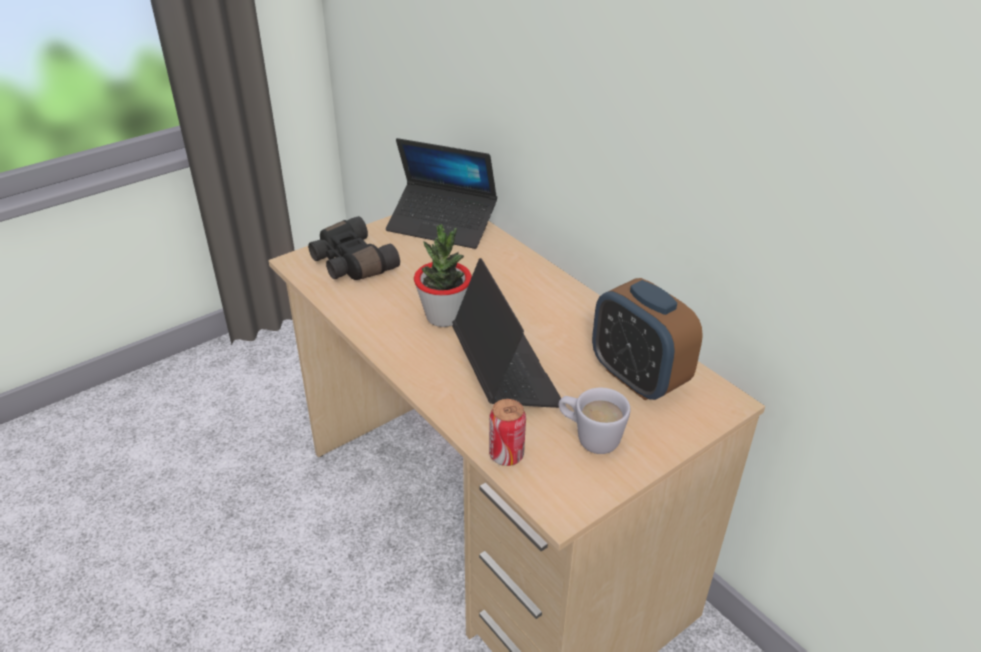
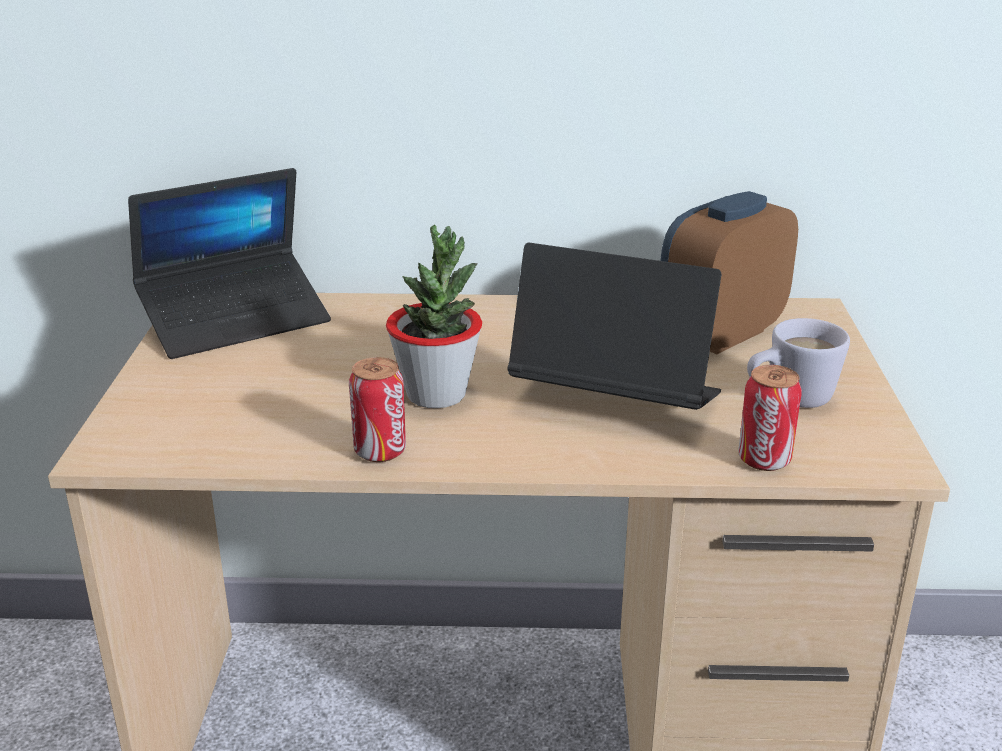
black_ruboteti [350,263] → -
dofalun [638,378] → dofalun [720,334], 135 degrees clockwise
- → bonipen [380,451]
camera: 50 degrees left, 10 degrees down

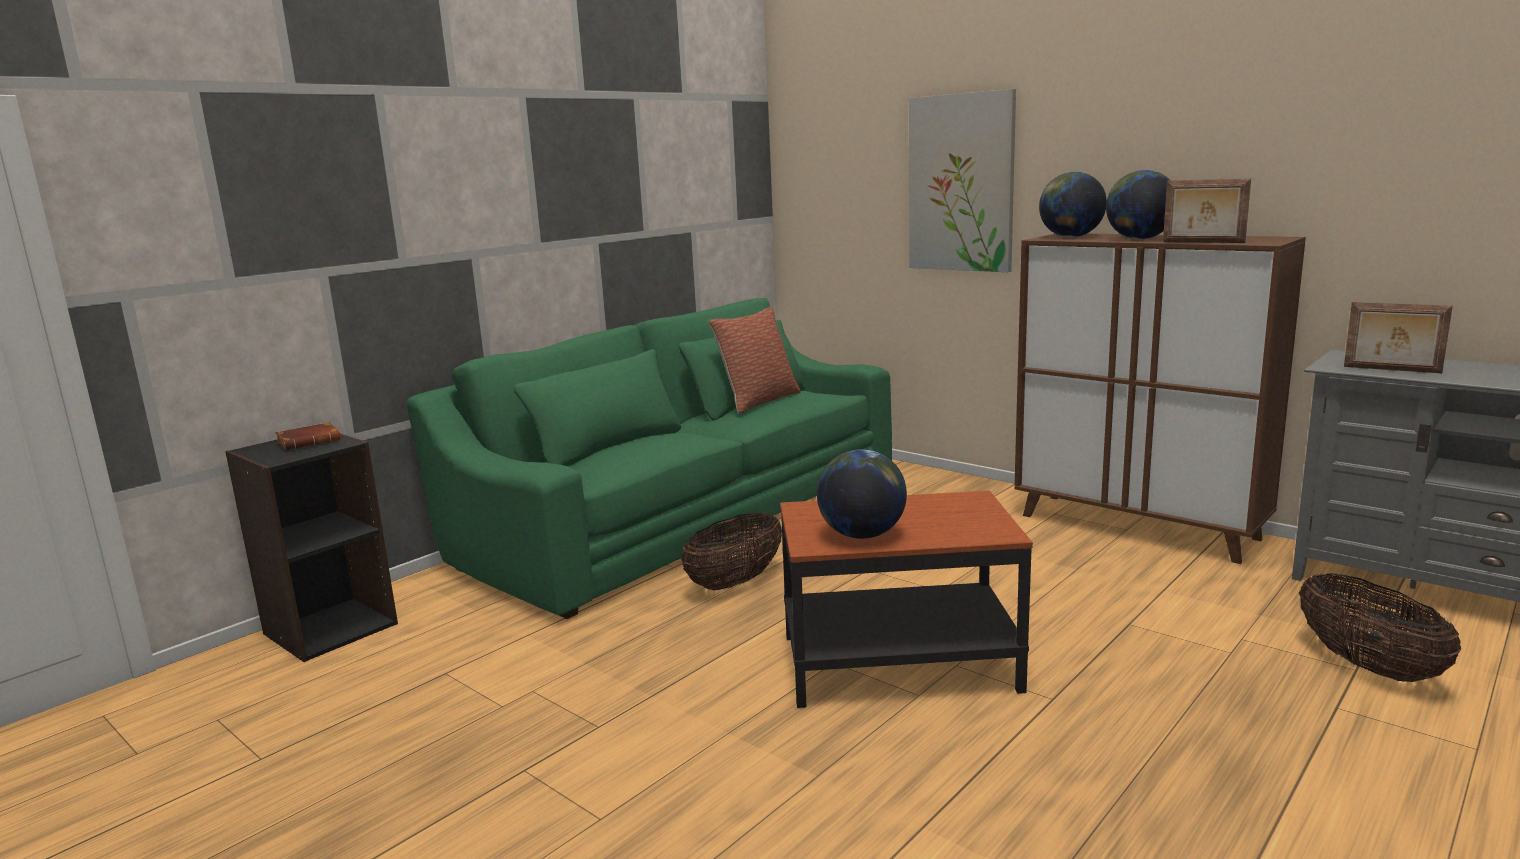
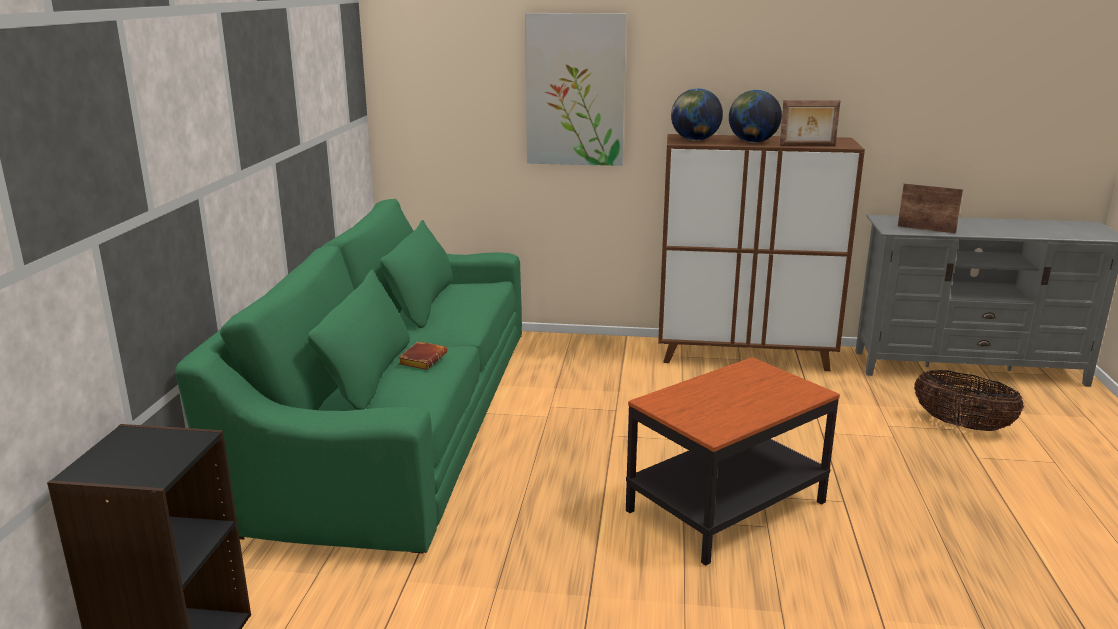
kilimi [1391,370] → kilimi [926,229], 150 degrees counterclockwise
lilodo [758,401] → -
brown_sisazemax [310,441] → brown_sisazemax [422,359], shifted
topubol [861,535] → -
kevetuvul [735,582] → -
camera: 35 degrees left, 5 degrees up

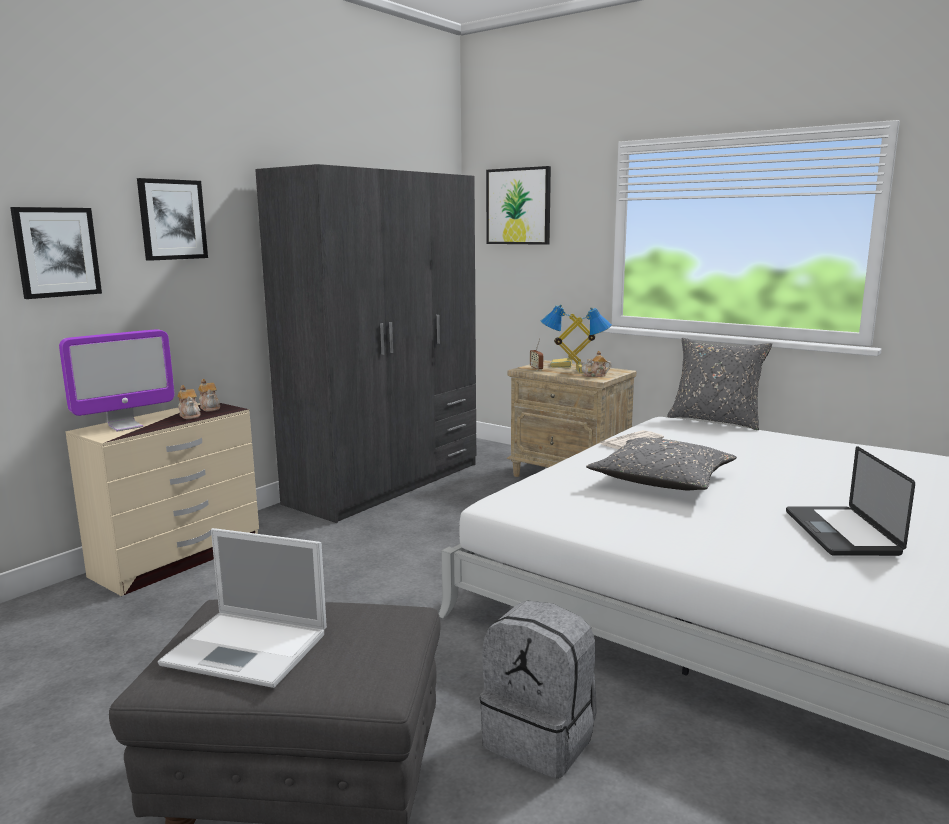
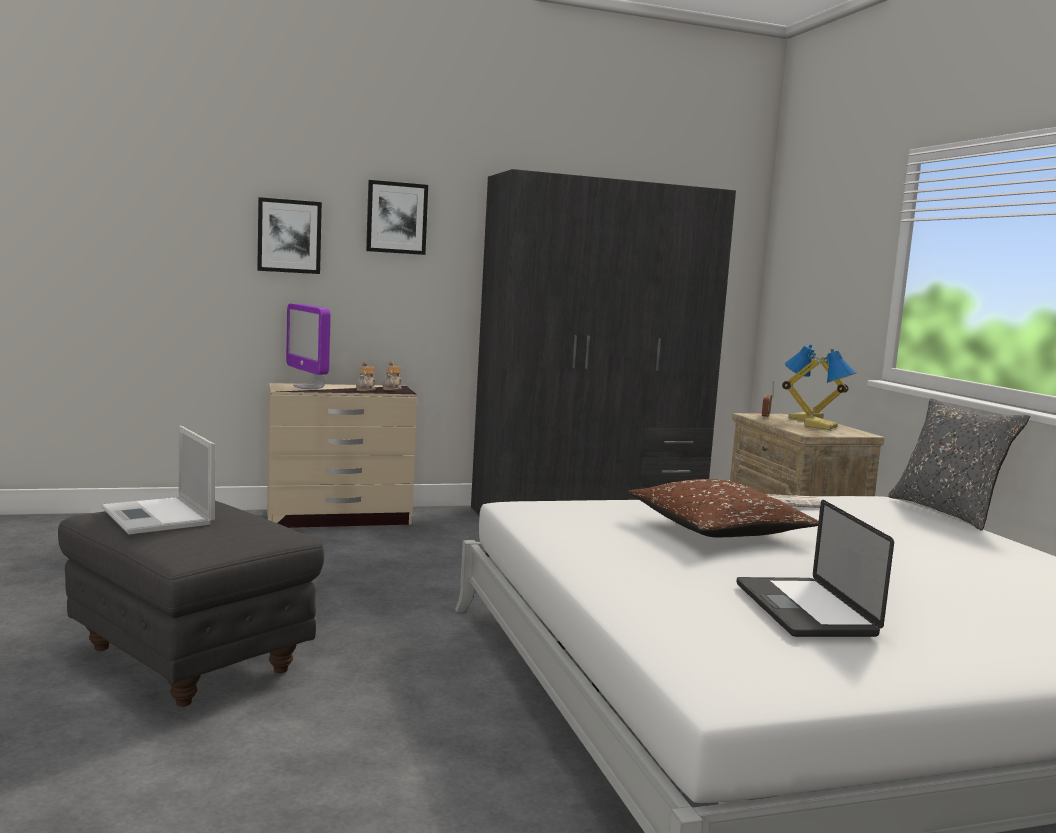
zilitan [518,206] → -
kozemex [125,426] → kozemex [308,387], 60 degrees clockwise
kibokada [595,375] → -
grey_lilodo [662,481] → brown_lilodo [718,530]
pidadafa [841,532] → pidadafa [804,609], 45 degrees counterclockwise
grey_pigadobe [541,738] → -
camera: 35 degrees right, 5 degrees down

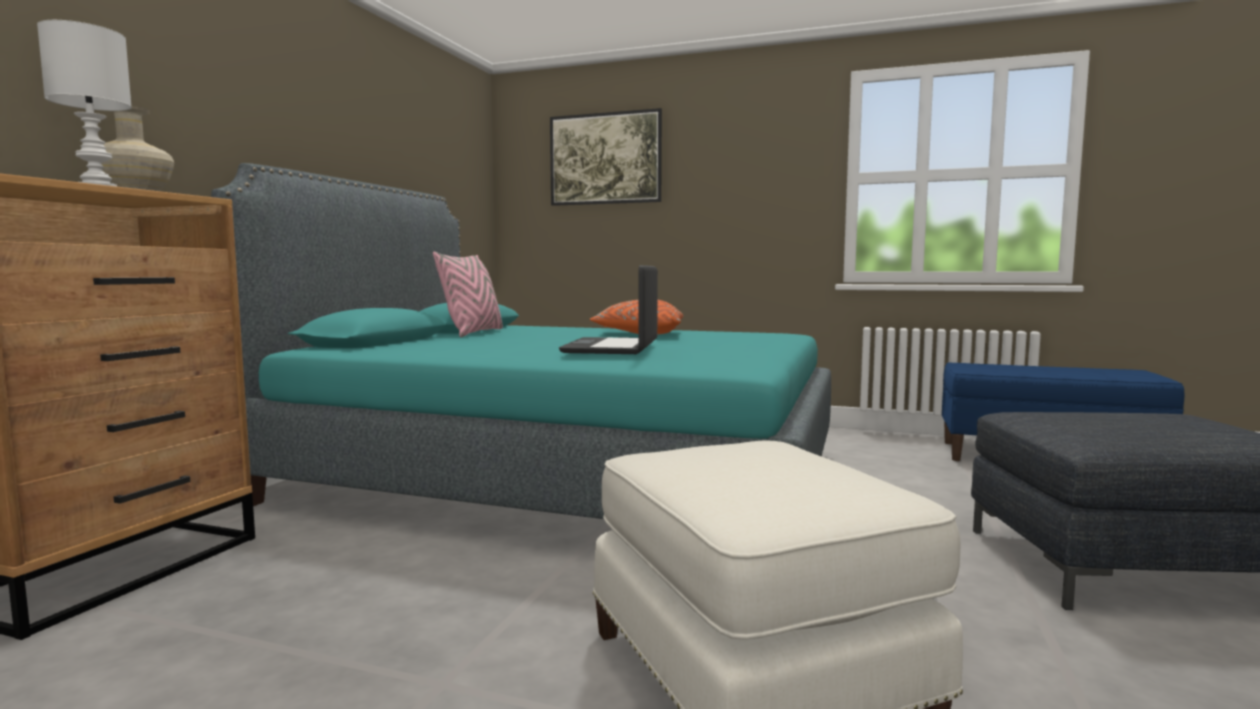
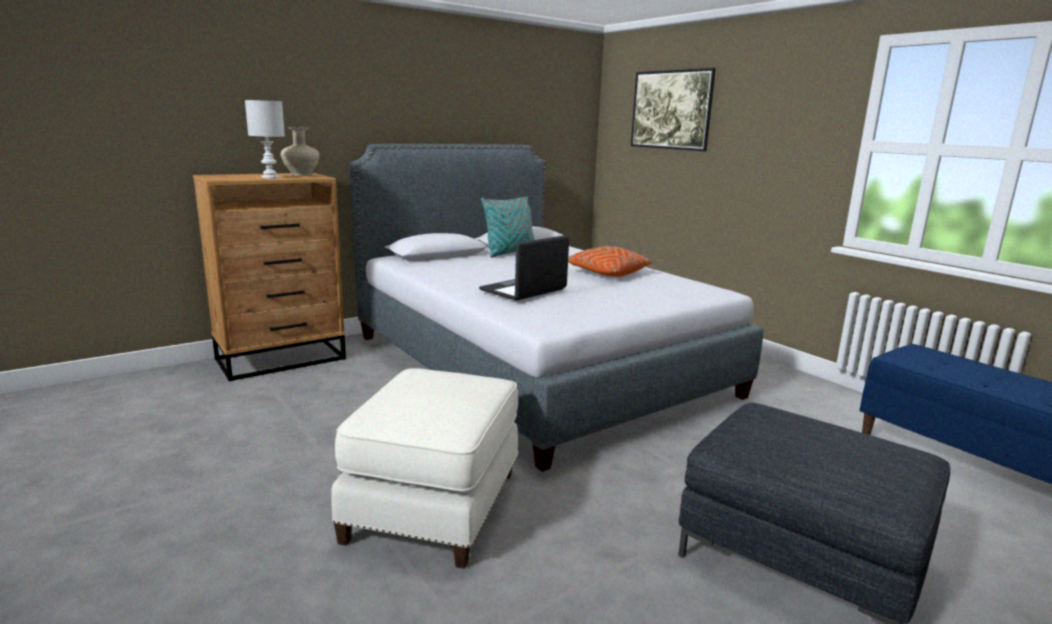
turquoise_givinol [563,477] → grey_givinol [535,364]
pink_lilodo [472,333] → turquoise_lilodo [510,253]
camera: 35 degrees right, 10 degrees up

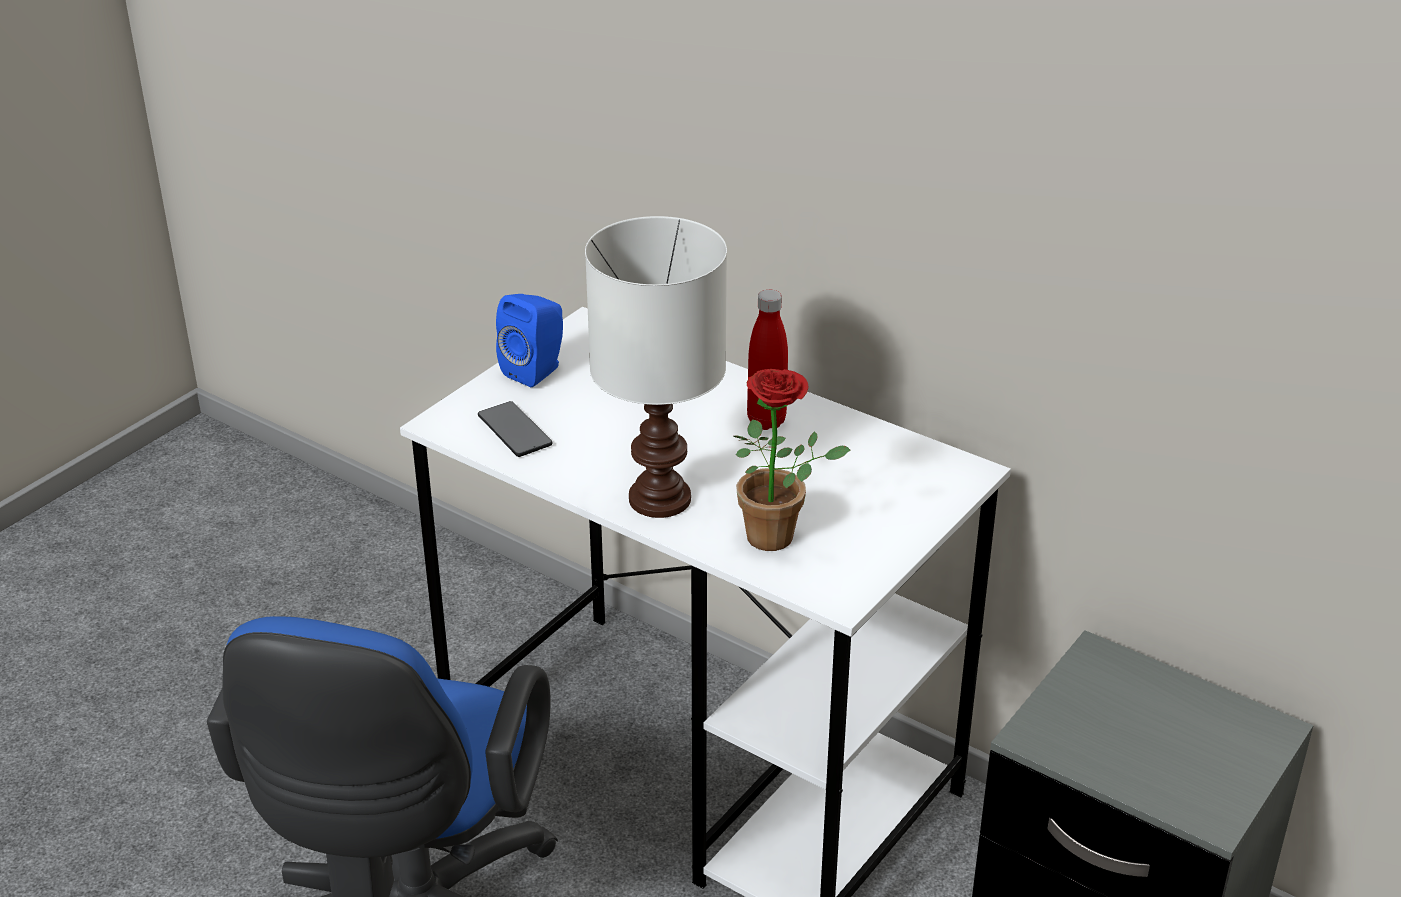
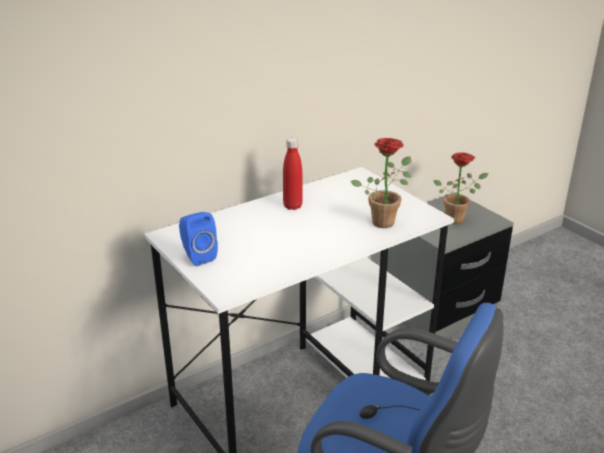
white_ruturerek [661,500] → -
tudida [514,431] → -
- → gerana [457,218]
camera: 70 degrees left, 5 degrees down

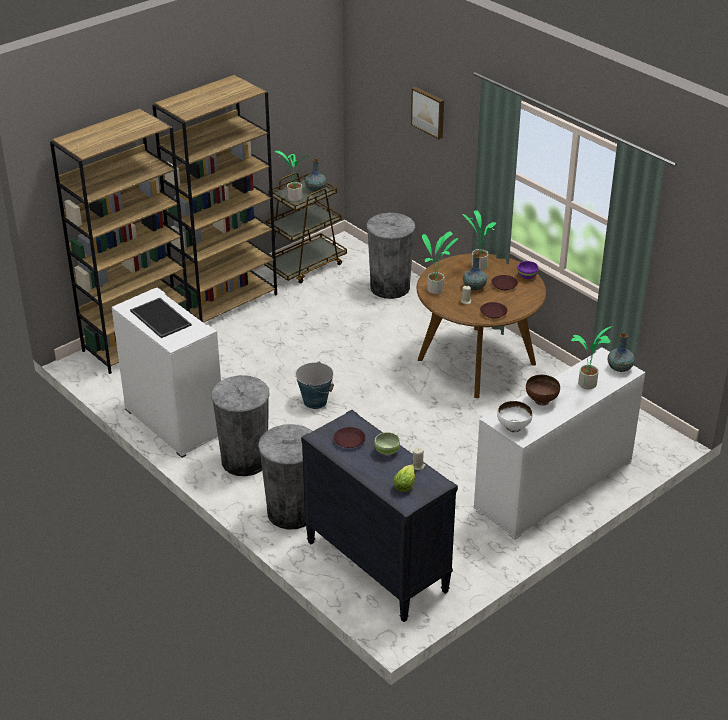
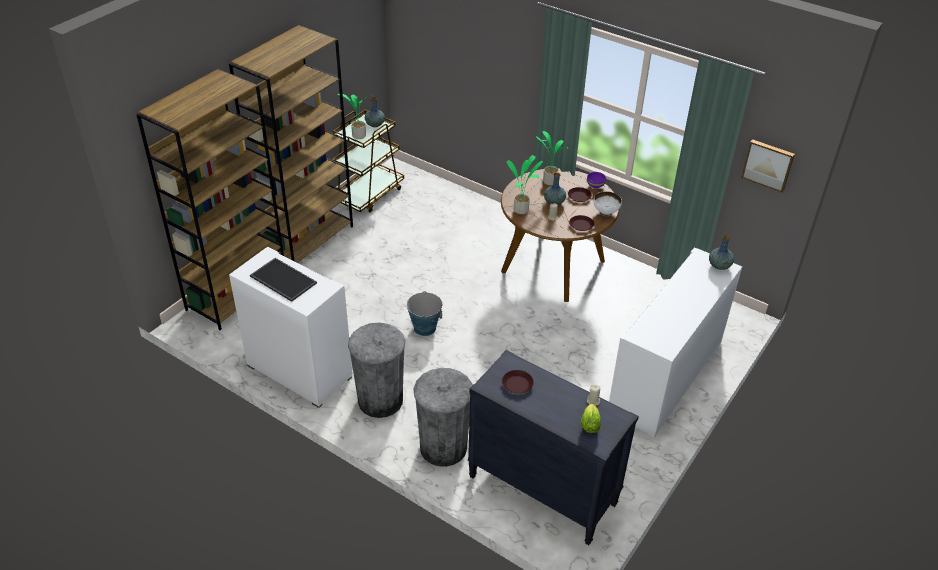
zilitan [429,112] → zilitan [768,164], shifted
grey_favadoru [390,287] → -
gerana [587,385] → -
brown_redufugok [541,401] → -
white_redufugok [513,428] → white_redufugok [605,213], shifted
green_redufugok [387,451] → -
camera: 15 degrees left, 5 degrees up

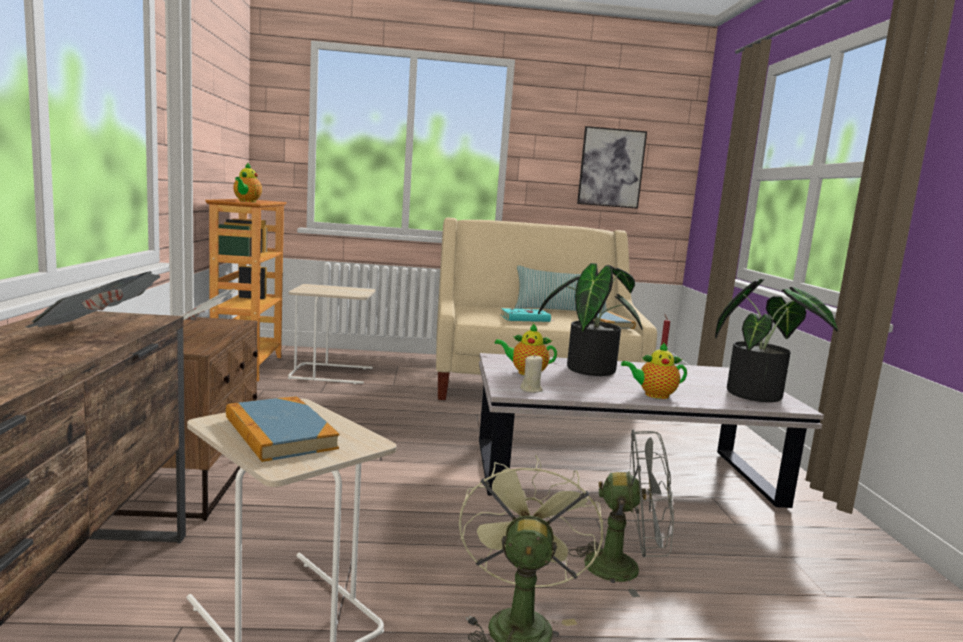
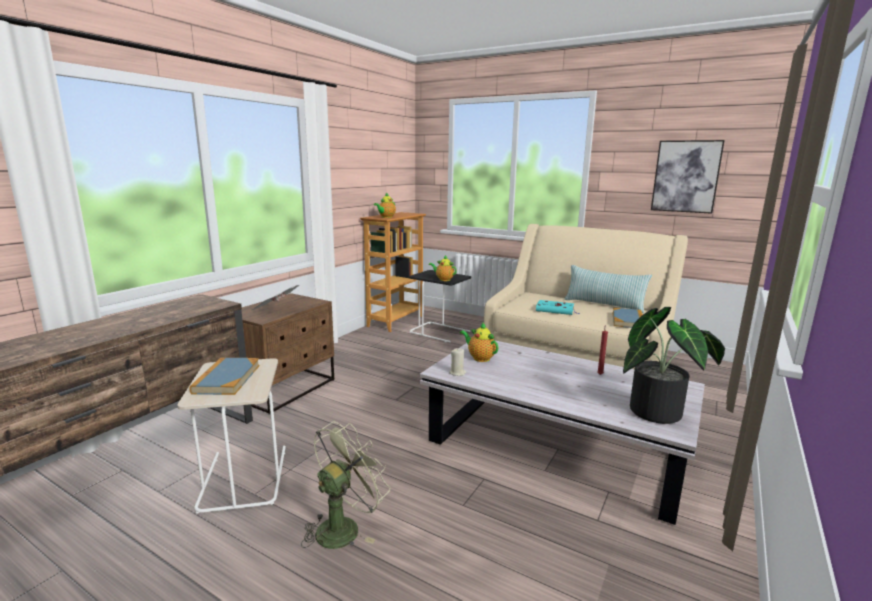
gerana [587,368] → -
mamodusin [96,332] → -
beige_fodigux [332,373] → black_fodigux [440,332]
kibokada [654,395] → kibokada [443,279], shifted
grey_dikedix [624,568] → -
camera: 35 degrees right, 5 degrees up

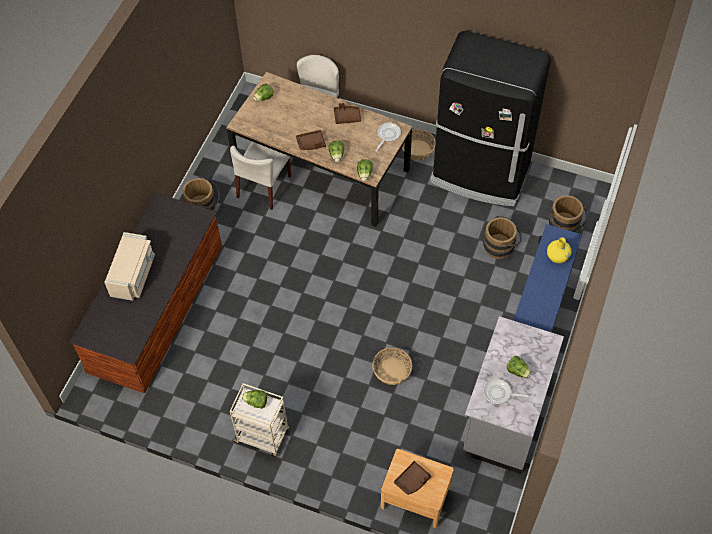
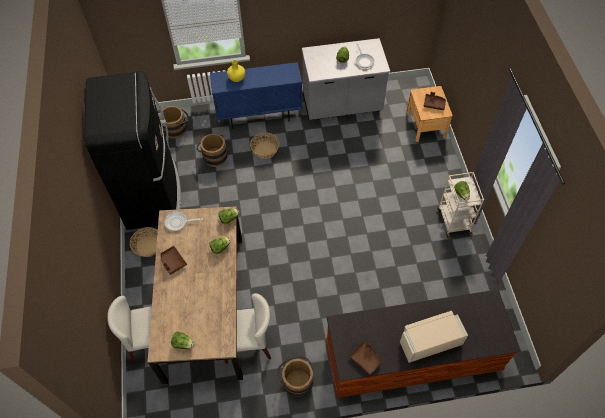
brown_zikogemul [311,143] → brown_zikogemul [366,359], shifted
kevetuvul [392,371] → kevetuvul [265,150], shifted
camera: 120 degrees left, 0 degrees up

